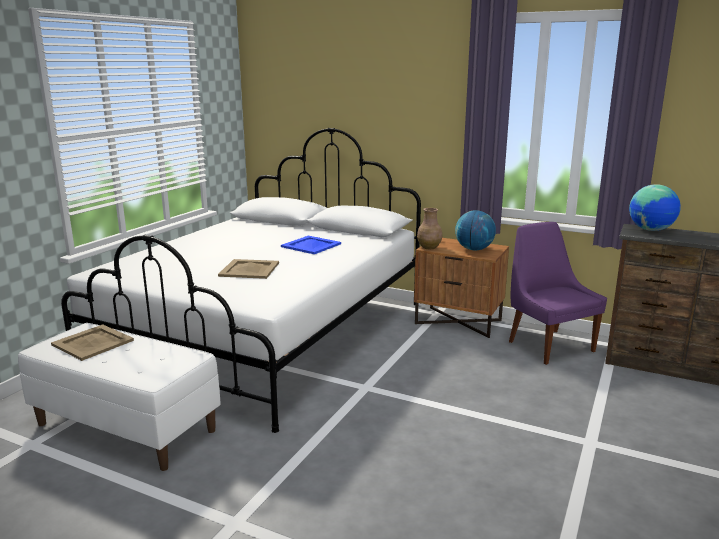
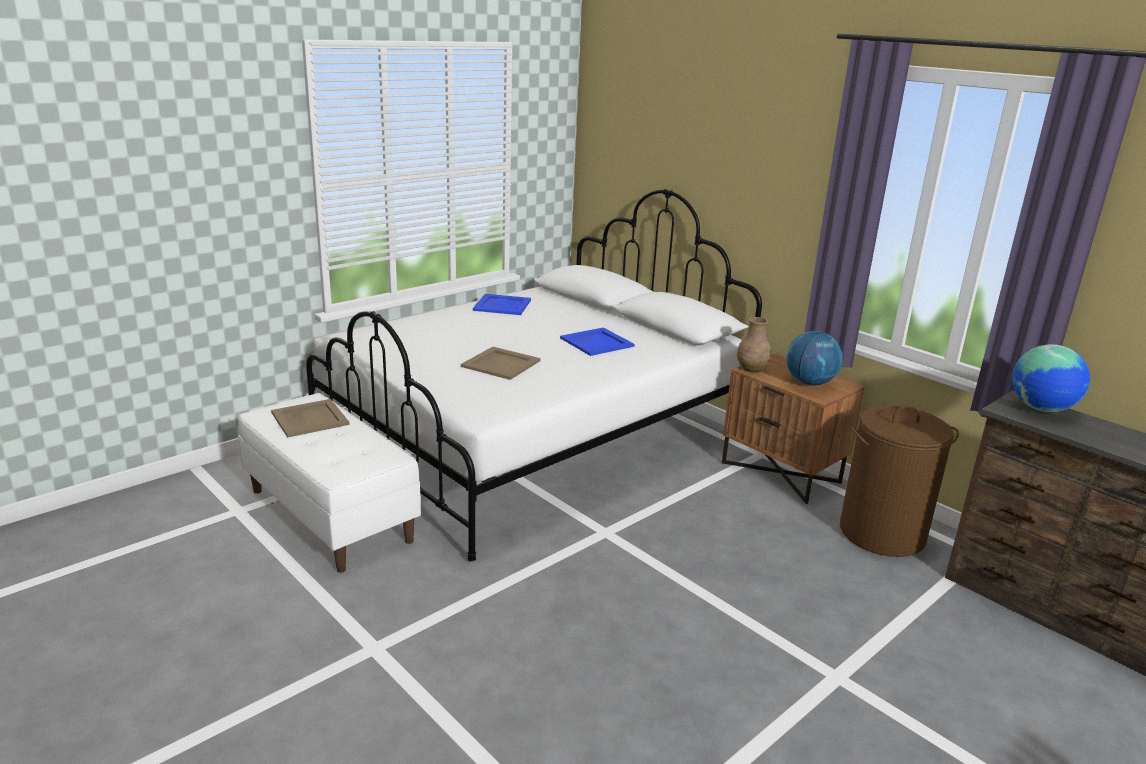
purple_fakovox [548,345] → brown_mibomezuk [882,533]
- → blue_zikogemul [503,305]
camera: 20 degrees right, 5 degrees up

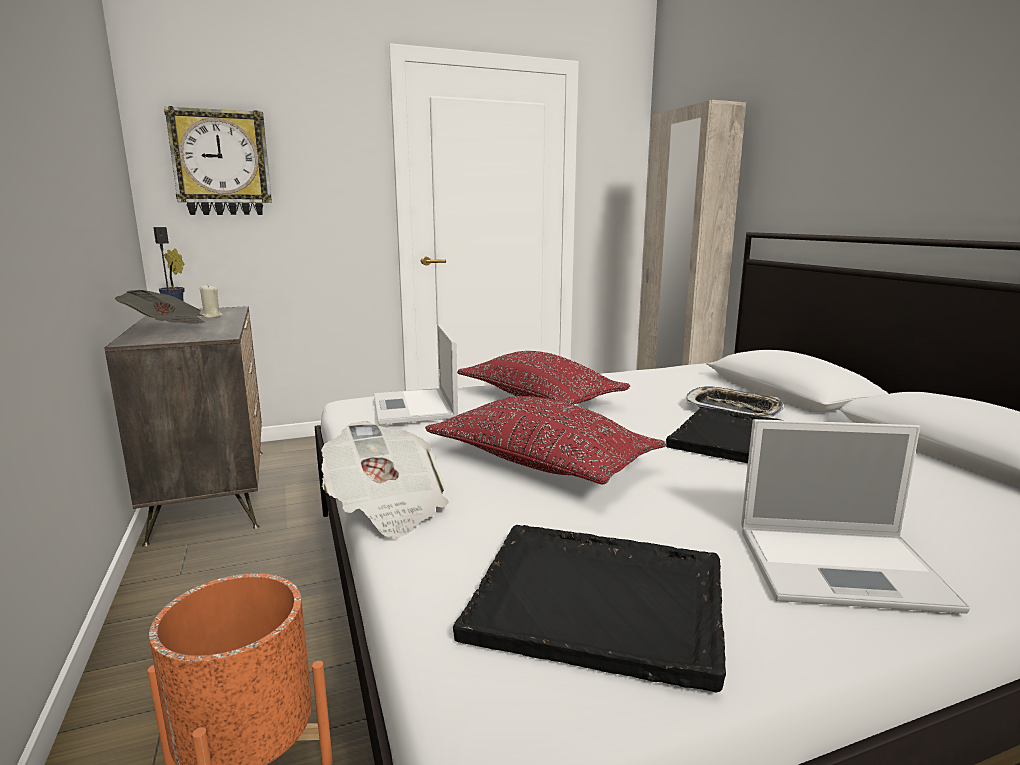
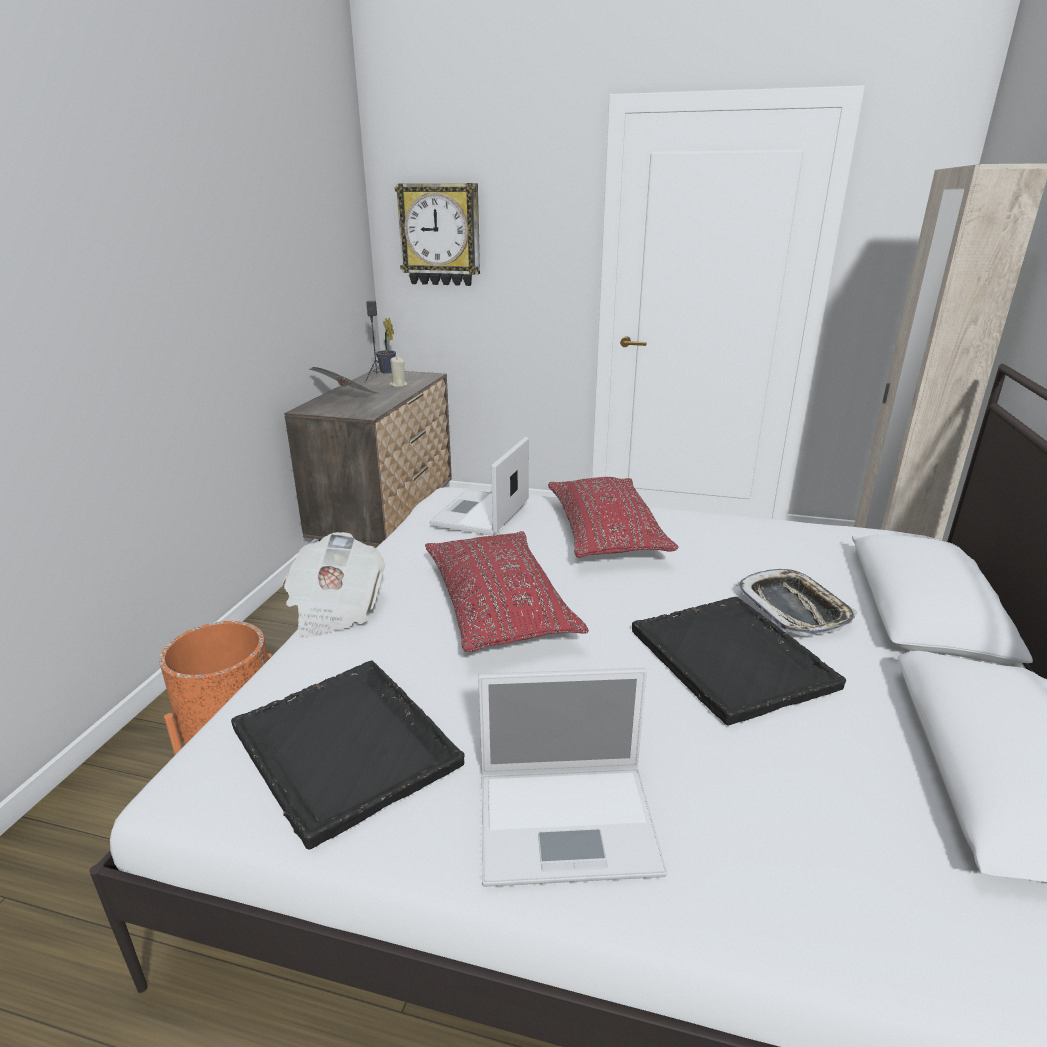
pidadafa [844,567] → pidadafa [570,821], 45 degrees counterclockwise
camera: 35 degrees right, 10 degrees up

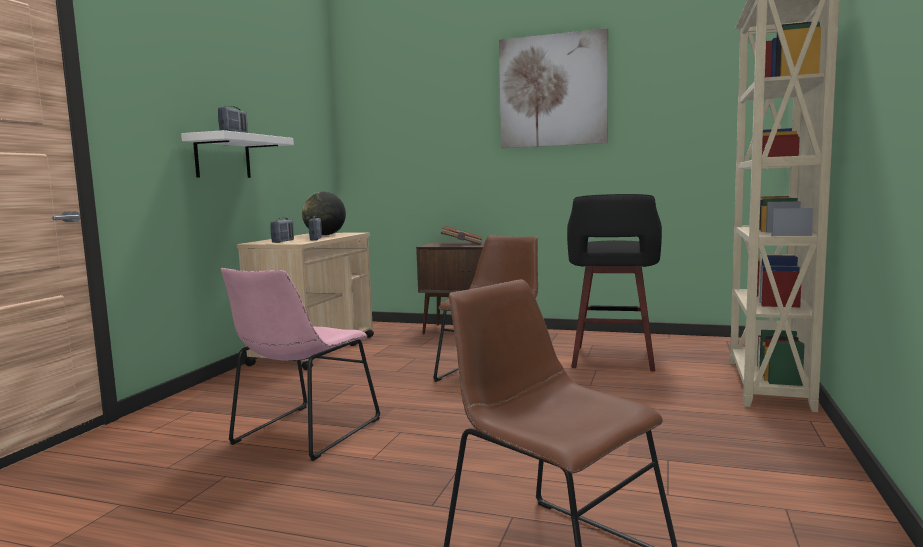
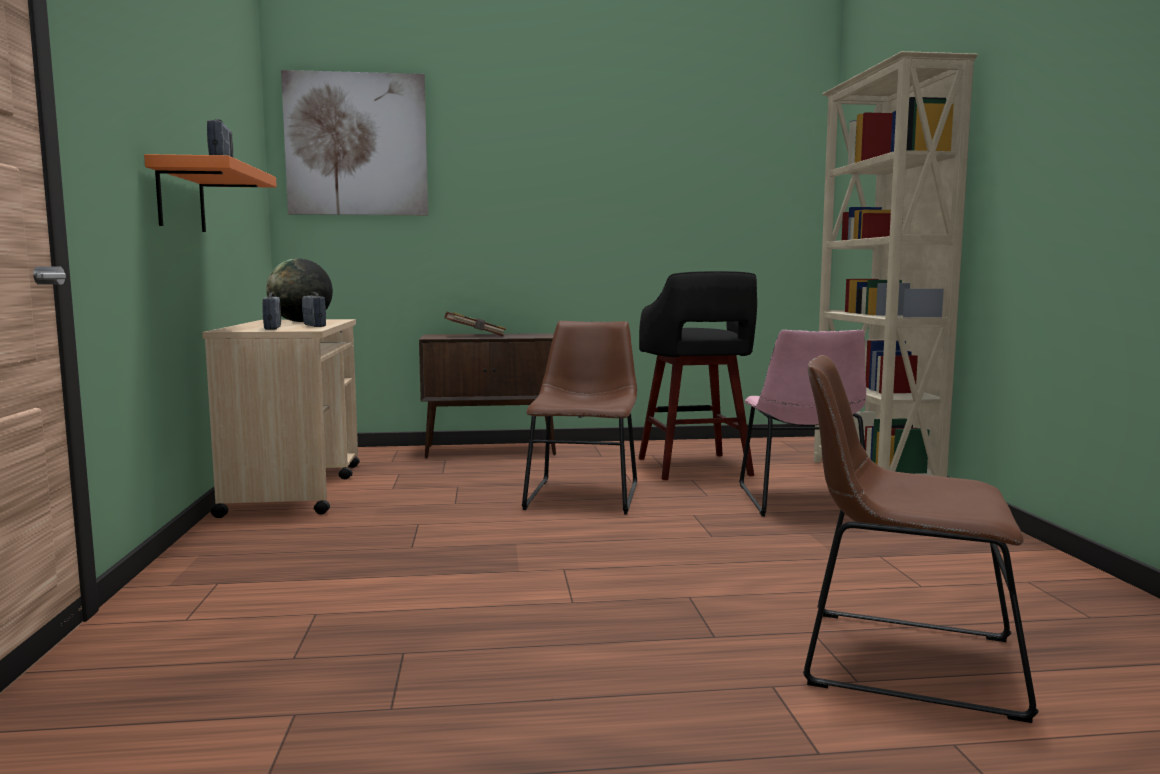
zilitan [553,91] → zilitan [356,144], shifted
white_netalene [222,157] → orange_netalene [181,197]
pink_fakovox [303,433] → pink_fakovox [801,502], shifted
camera: 25 degrees left, 0 degrees up

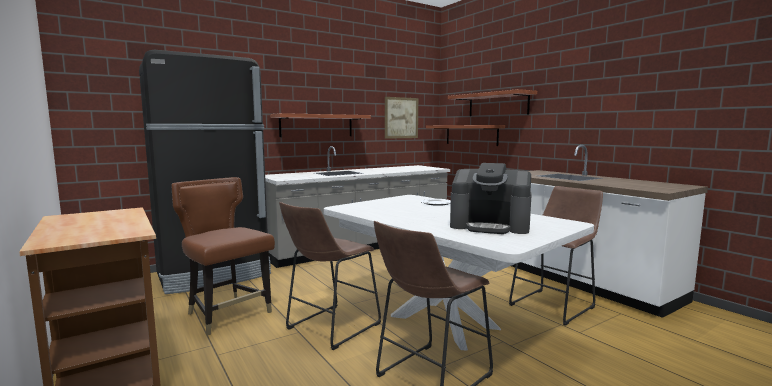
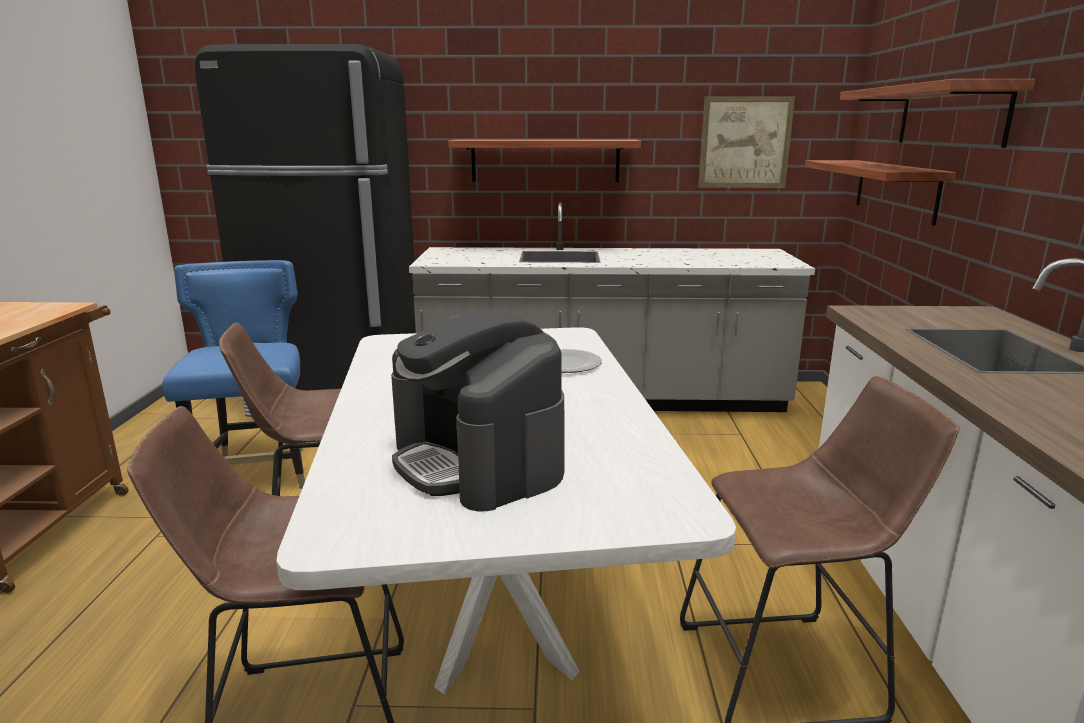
brown_fakovox [227,314] → blue_fakovox [257,473]
camera: 35 degrees right, 10 degrees up

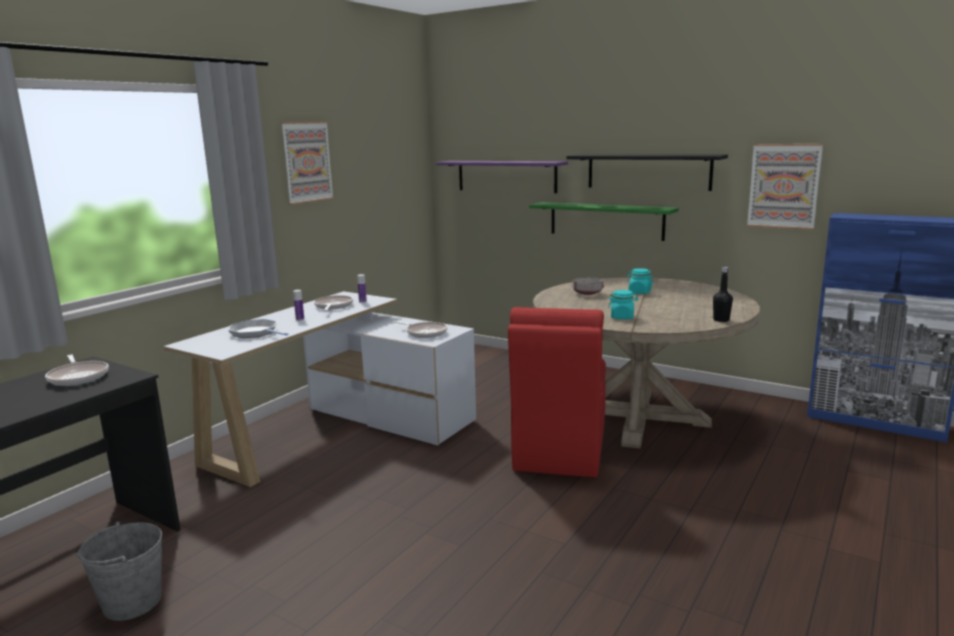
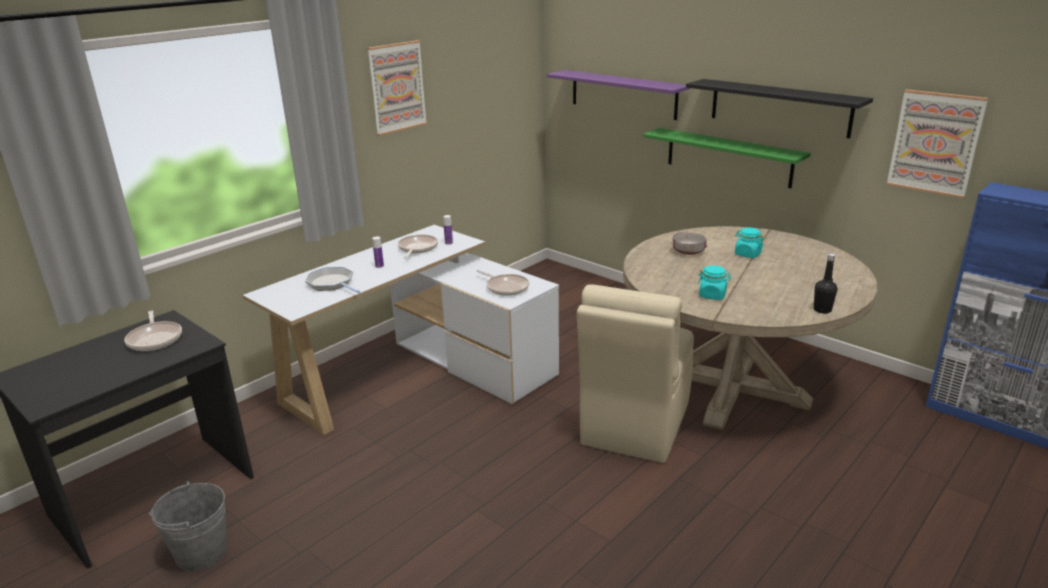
red_fakovox [558,452] → beige_fakovox [634,425]
camera: 10 degrees right, 10 degrees up

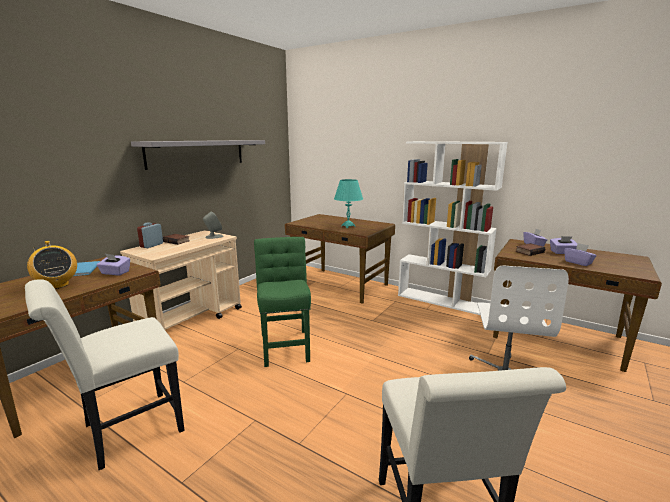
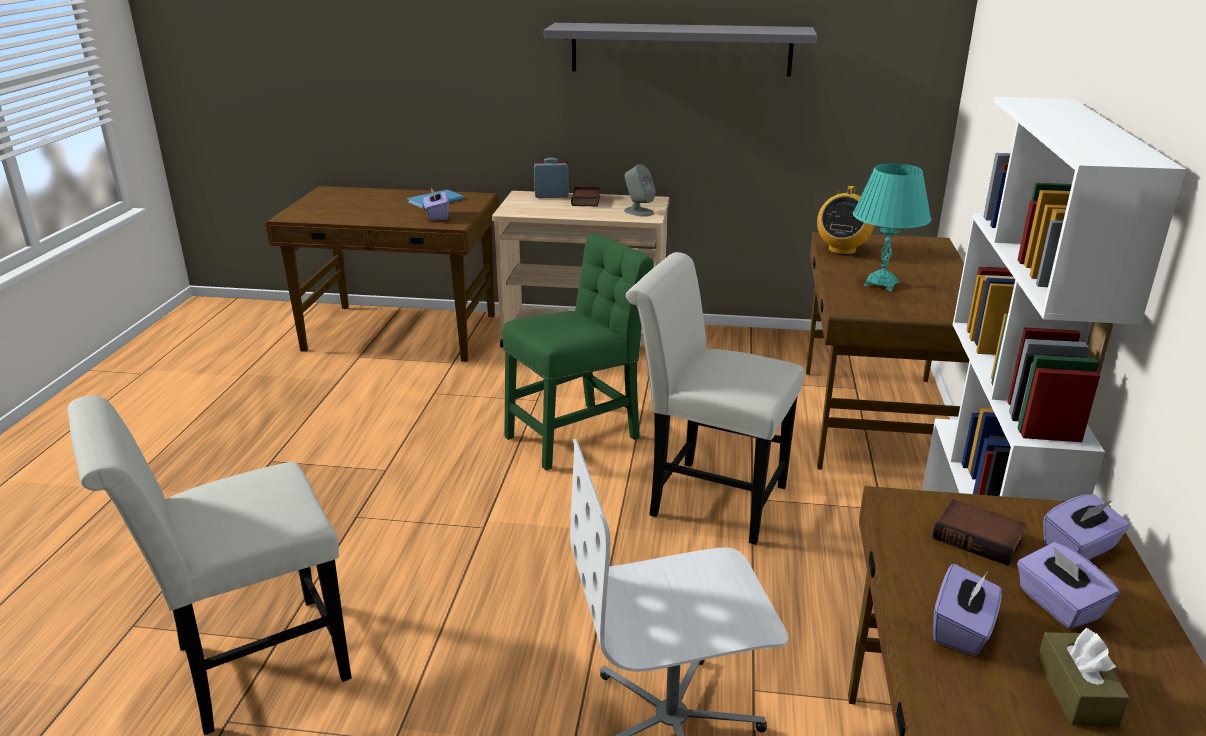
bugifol [57,285] → bugifol [842,250], shifted
white_fakovox [125,431] → white_fakovox [708,498], shifted
- → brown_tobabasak [1076,692]
camera: 65 degrees right, 10 degrees up

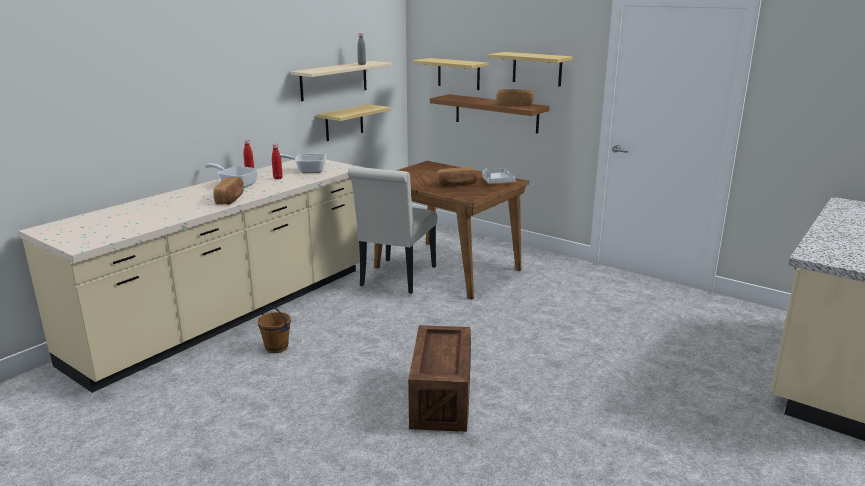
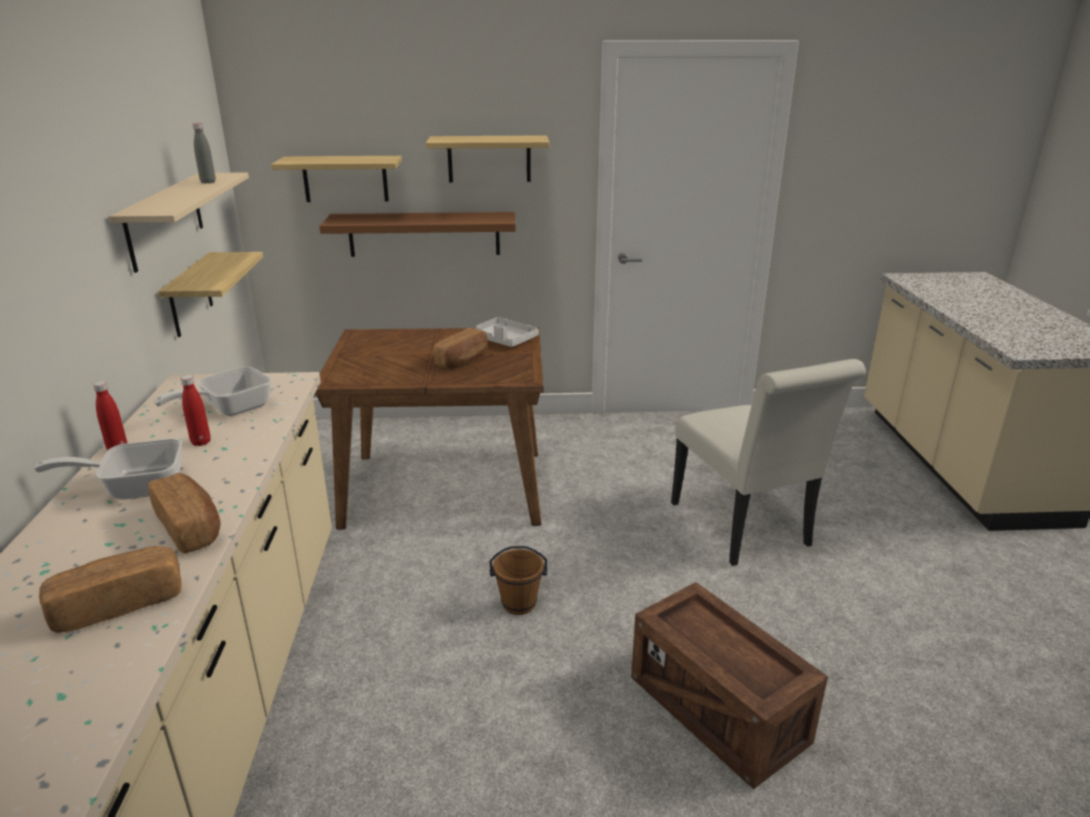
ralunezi [514,104] → ralunezi [118,604], shifted
white_fakovox [396,278] → white_fakovox [744,529], shifted
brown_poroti [277,347] → brown_poroti [519,603], shifted
camera: 40 degrees left, 5 degrees up

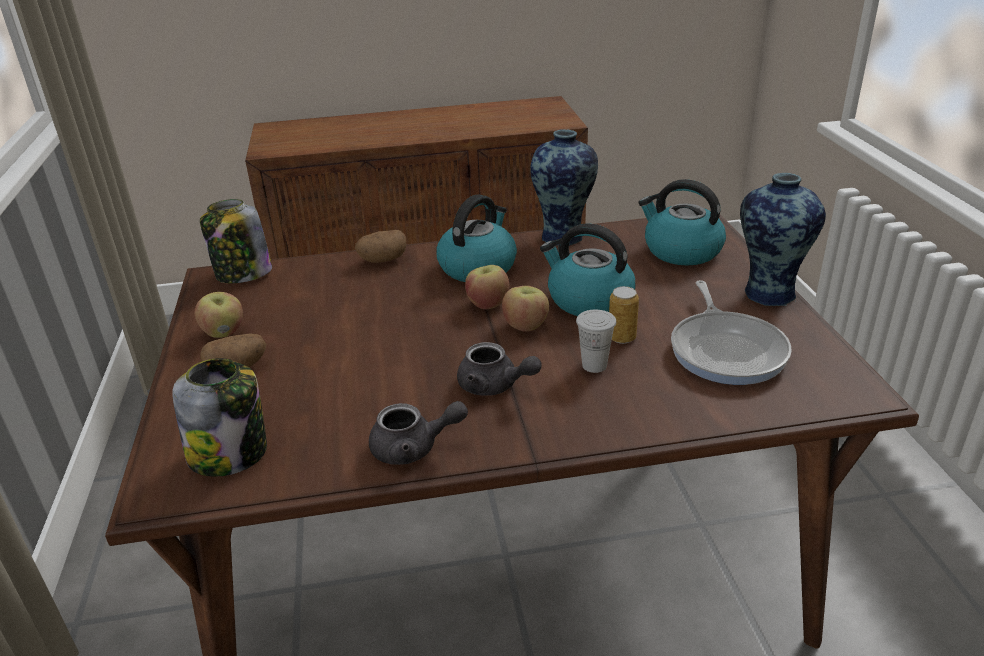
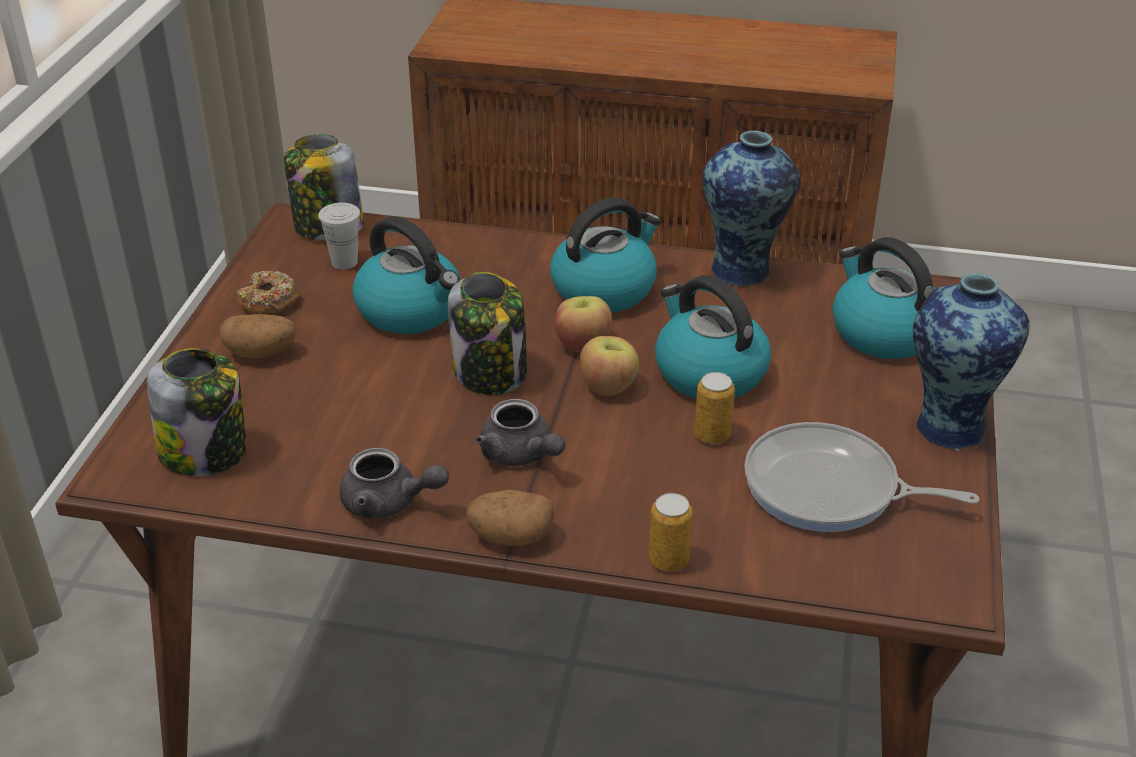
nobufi [383,260] → nobufi [510,536], shifted
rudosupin [727,350] → rudosupin [829,489], 90 degrees clockwise
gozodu [224,332] → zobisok [269,302]
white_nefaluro [594,365] → white_nefaluro [344,262], shifted
- → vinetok [411,310]
- → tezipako [491,372]
- → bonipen [668,560]
camera: 20 degrees right, 5 degrees up

